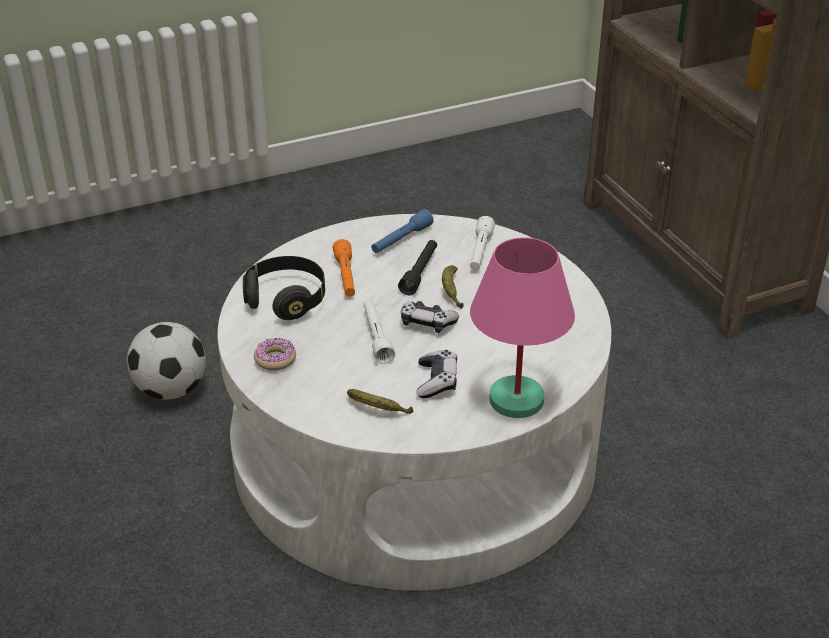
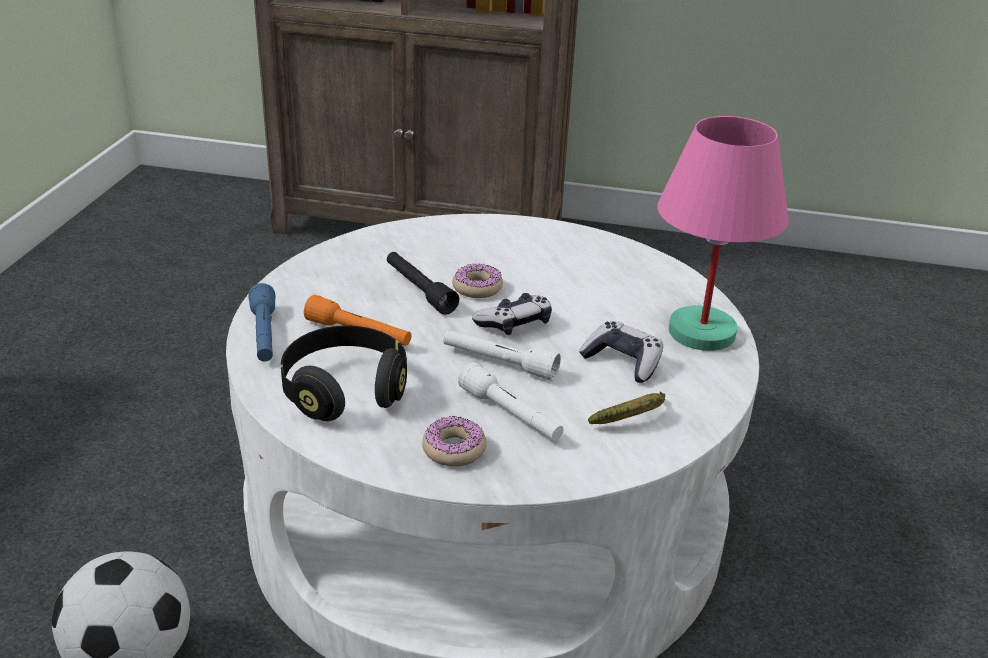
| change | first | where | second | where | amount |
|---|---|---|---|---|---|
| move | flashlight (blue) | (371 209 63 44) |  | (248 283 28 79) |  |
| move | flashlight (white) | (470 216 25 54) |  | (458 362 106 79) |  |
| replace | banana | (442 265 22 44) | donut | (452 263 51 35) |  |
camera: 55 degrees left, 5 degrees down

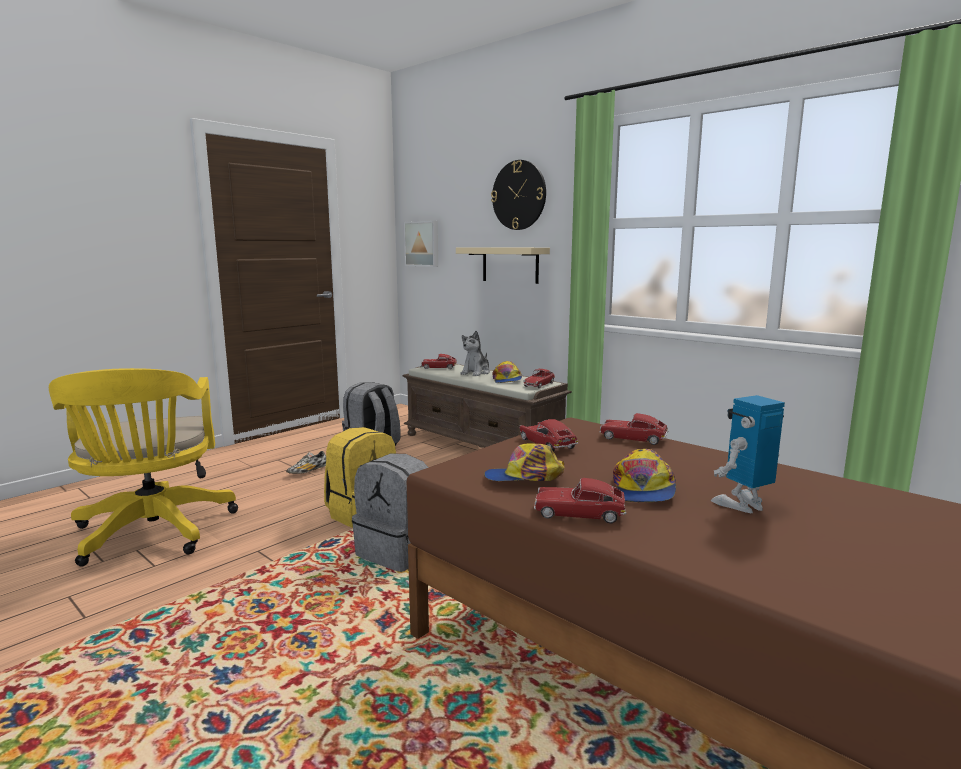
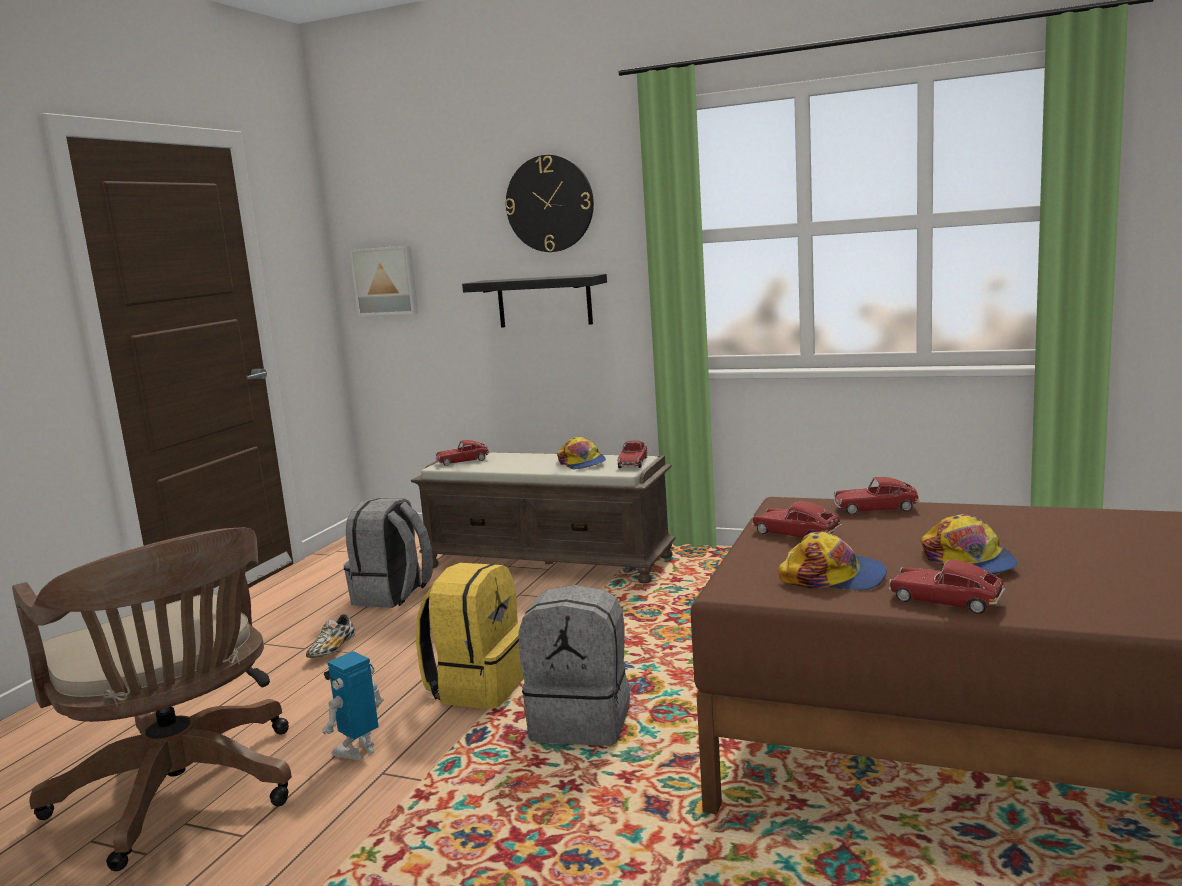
| change | first | where | second | where | amount |
|---|---|---|---|---|---|
| delete | plush toy | (460 331 30 45) |  |  |  |
| move | toy robot | (711 395 74 118) |  | (322 651 62 109) |  |
| recolor | office chair (yellow) | (49 368 189 198) | office chair (brown) | (12 527 280 344) |  |
| recolor | shelf (beige) | (456 248 94 36) | shelf (black) | (462 274 145 54) |  |
| rotate | cap | (484 443 81 38) |  | (778 531 109 60) | 135 degrees counterclockwise |
| rotate | toy car | (534 478 92 45) |  | (889 559 116 55) | 45 degrees clockwise |
camera: 20 degrees left, 0 degrees up

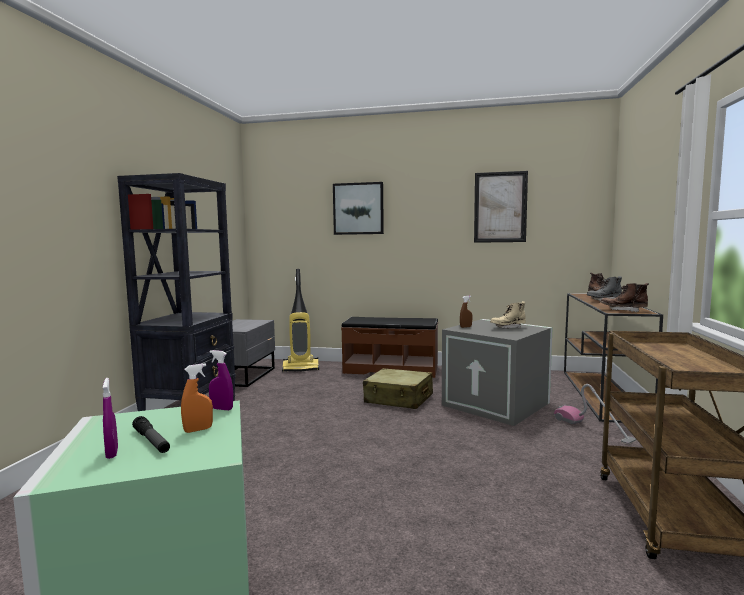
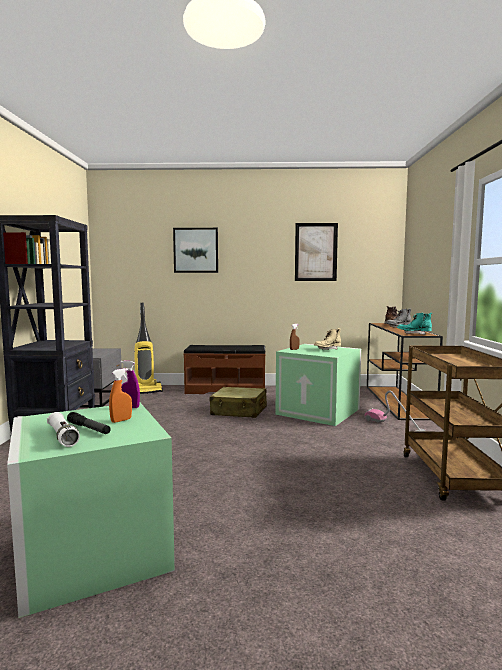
| change | first | where | second | where | amount |
|---|---|---|---|---|---|
| replace | spray bottle (purple) | (103 378 15 81) | flashlight (white) | (47 412 33 35) |  |
| recolor | storage box (grey) | (442 319 111 107) | storage box (green) | (276 344 85 82) |  |
| recolor | boot (brown) | (600 283 49 29) | boot (turquoise) | (397 313 35 22) |  |
camera: 10 degrees left, 0 degrees up

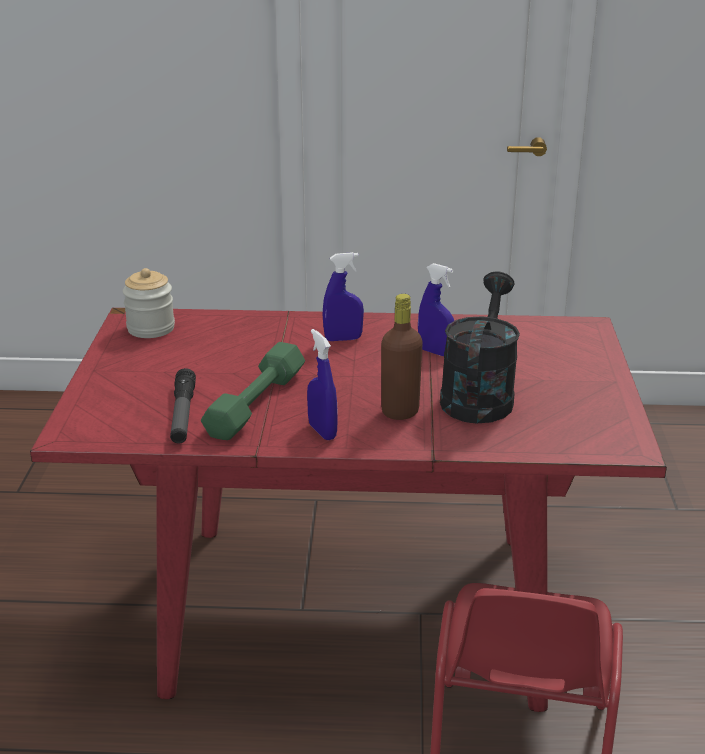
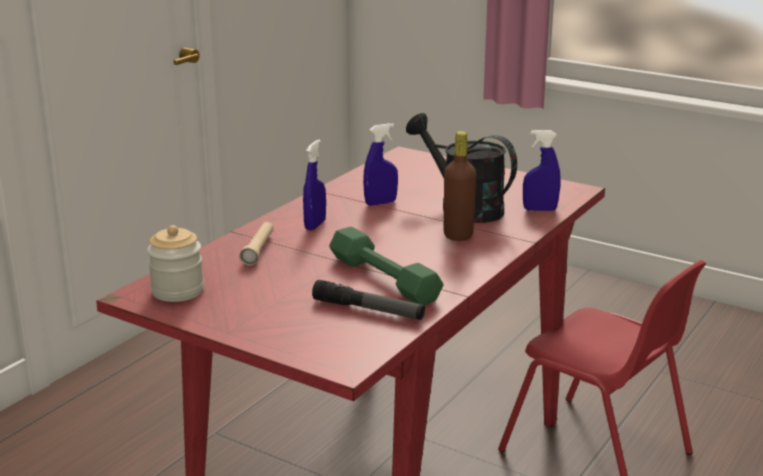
| change | first | where | second | where | amount |
|---|---|---|---|---|---|
| insert |  |  | flashlight (beige) | (239 222 35 44) |  |
| move | spray bottle (blue) | (307 329 31 111) |  | (523 130 37 81) |  |
camera: 60 degrees left, 5 degrees down

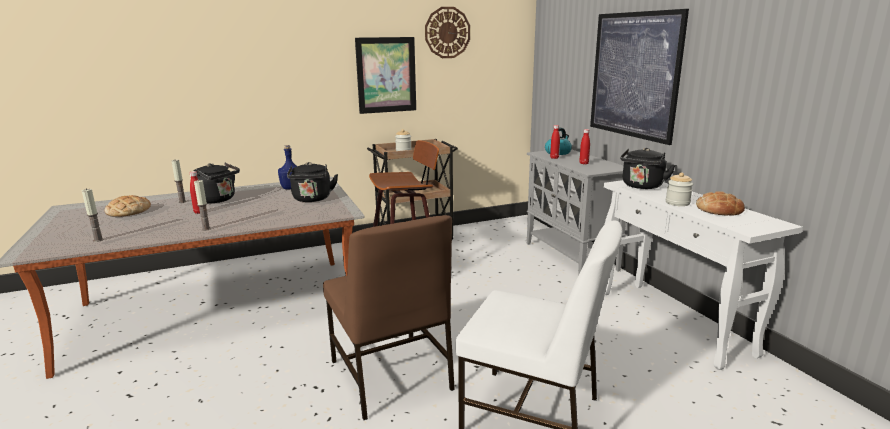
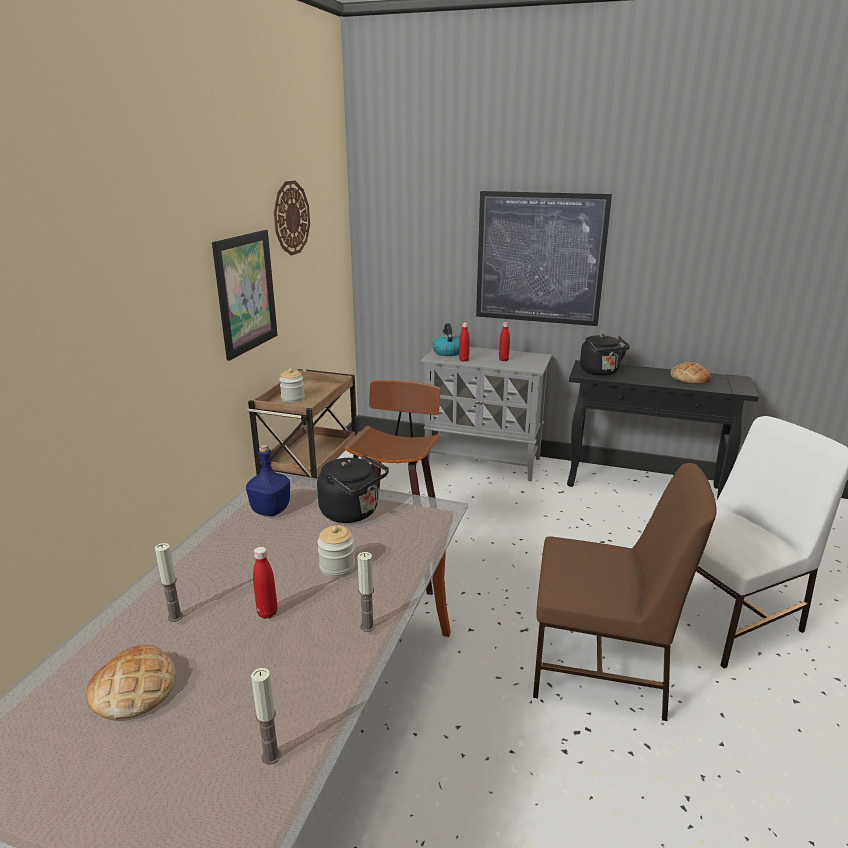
| change | first | where | second | where | amount |
|---|---|---|---|---|---|
| delete | kettle (black) | (194 162 46 41) |  |  |  |
| move | jar | (666 172 27 34) |  | (317 525 38 53) |  |
| recolor | console table (white) | (604 180 199 190) | console table (black) | (567 360 192 139) |  |
camera: 50 degrees left, 5 degrees up

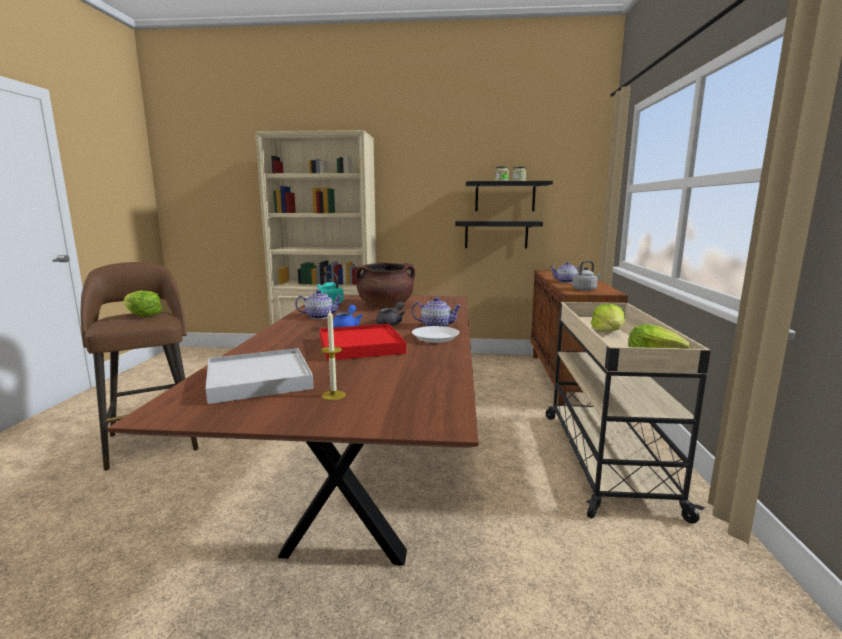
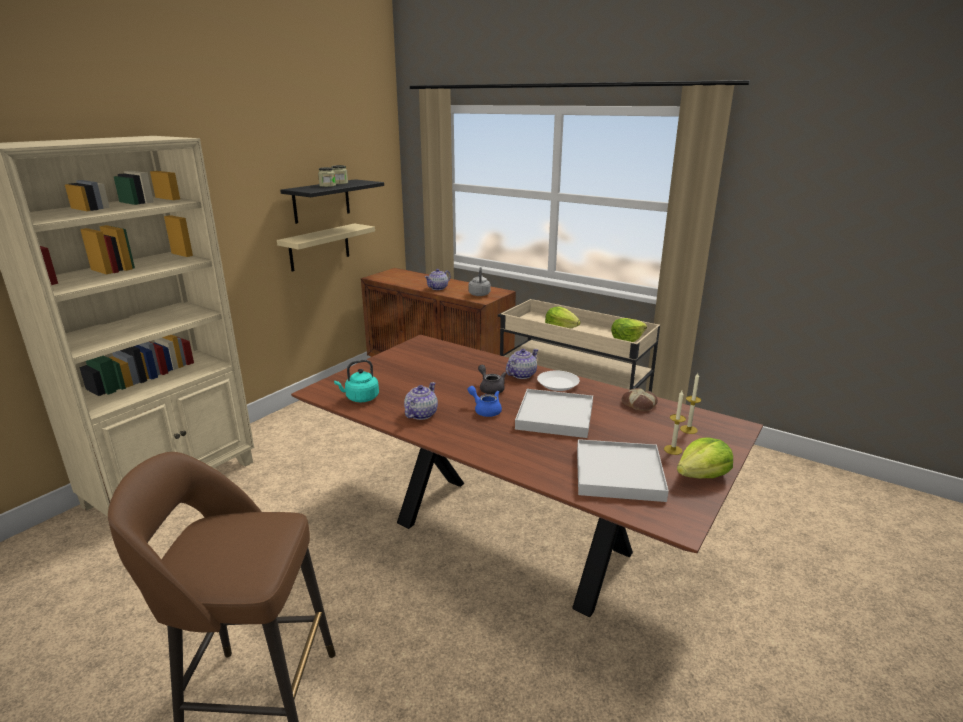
| change | first | where | second | where | amount |
|---|---|---|---|---|---|
| delete | cooking pot (brown) | (355 263 60 43) |  |  |  |
| insert |  |  | bread | (622 388 36 23) |  |
| insert |  |  | candle | (680 373 21 61) |  |
| move | lettuce | (123 291 39 26) |  | (677 437 56 42) |  |
| recolor | tray (red) | (320 324 86 37) | tray (white) | (515 389 78 49) |  |
| recolor | shelf (black) | (455 221 88 28) | shelf (beige) | (277 223 98 49) |  |
camera: 60 degrees left, 10 degrees up

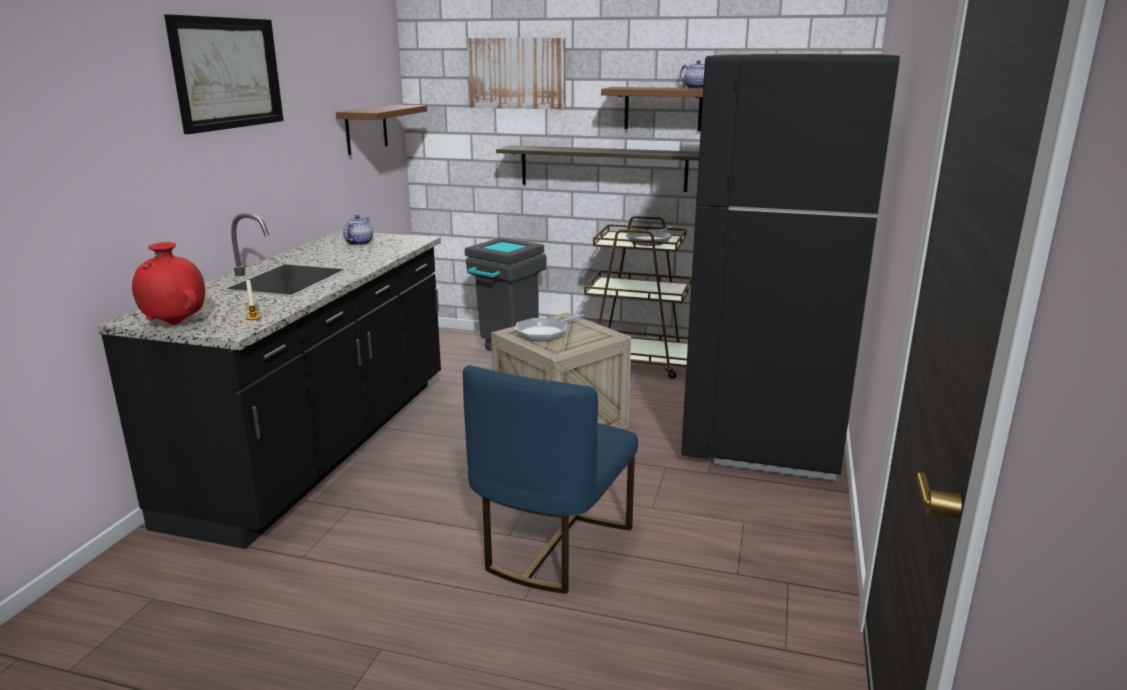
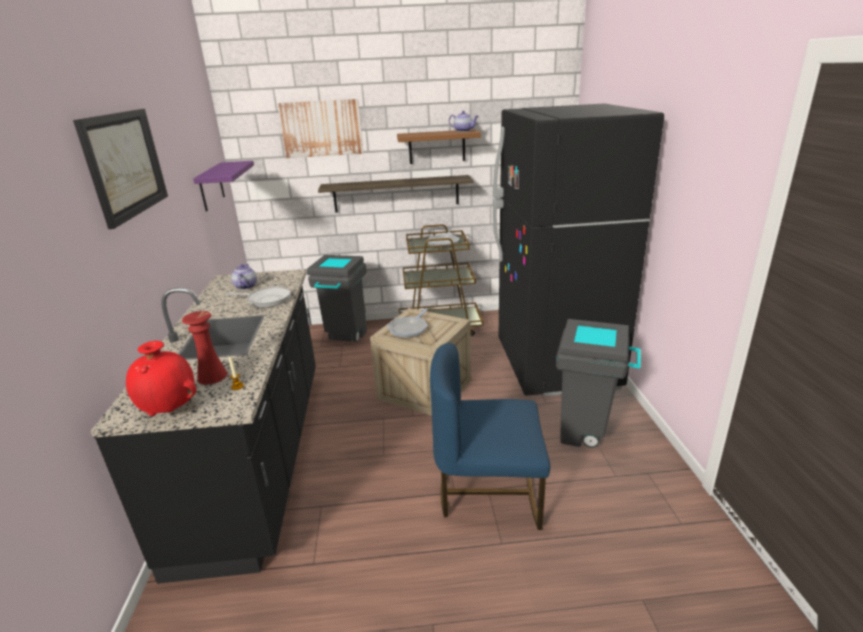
| change | first | where | second | where | amount |
|---|---|---|---|---|---|
| insert |  |  | vase (red) | (182 311 46 74) |  |
| insert |  |  | frying pan | (227 287 64 21) |  |
| insert |  |  | trash can (grey) | (556 319 85 129) |  |
| recolor | shelf (brown) | (336 105 91 50) | shelf (purple) | (193 161 61 50) |  |
| rotate | chair (blue) | (463 365 175 229) |  | (430 343 120 187) | 90 degrees clockwise |
camera: 20 degrees left, 5 degrees up

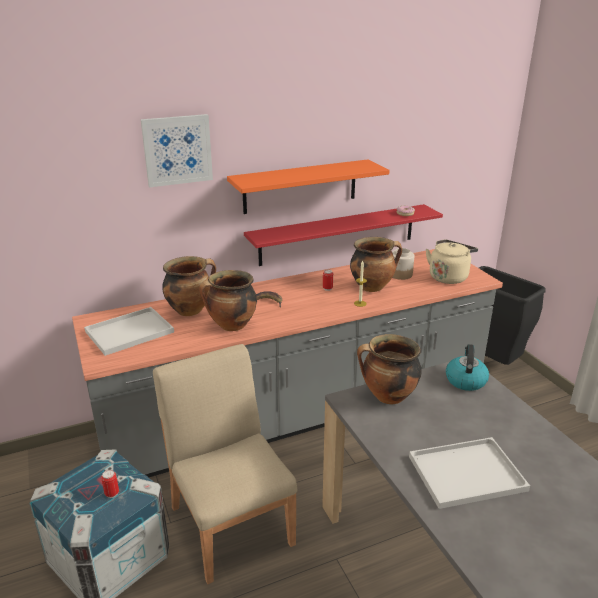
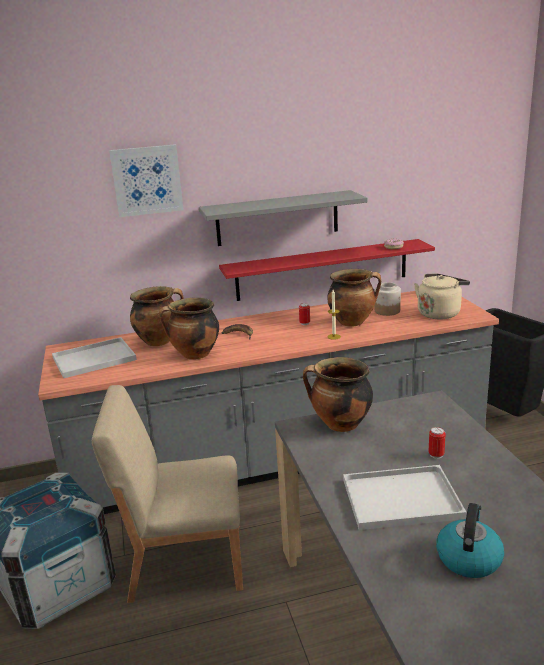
| change | first | where | second | where | amount |
|---|---|---|---|---|---|
| move | can | (101 470 18 28) |  | (429 427 17 32) |  |
| move | kettle | (446 344 43 47) |  | (436 503 68 75) |  |
| recolor | shelf (orange) | (227 159 163 55) | shelf (grey) | (199 190 168 56) |  |
| rotate | chair (beige) | (153 344 144 240) |  | (92 385 151 218) | 75 degrees counterclockwise |
camera: 10 degrees right, 5 degrees down

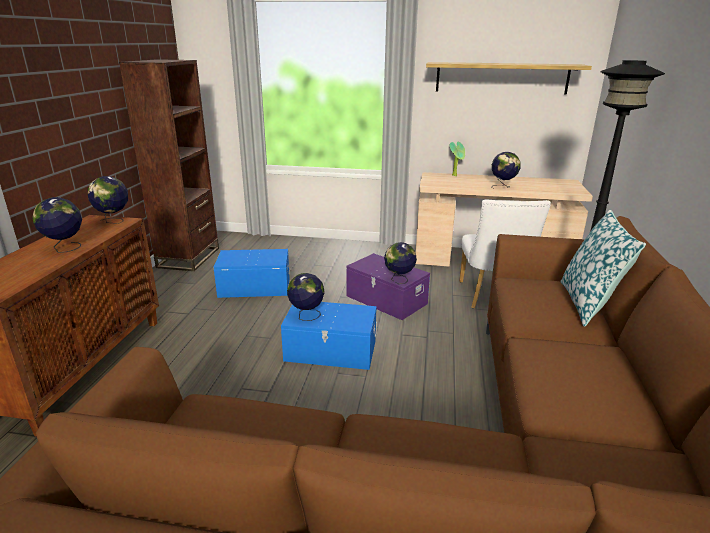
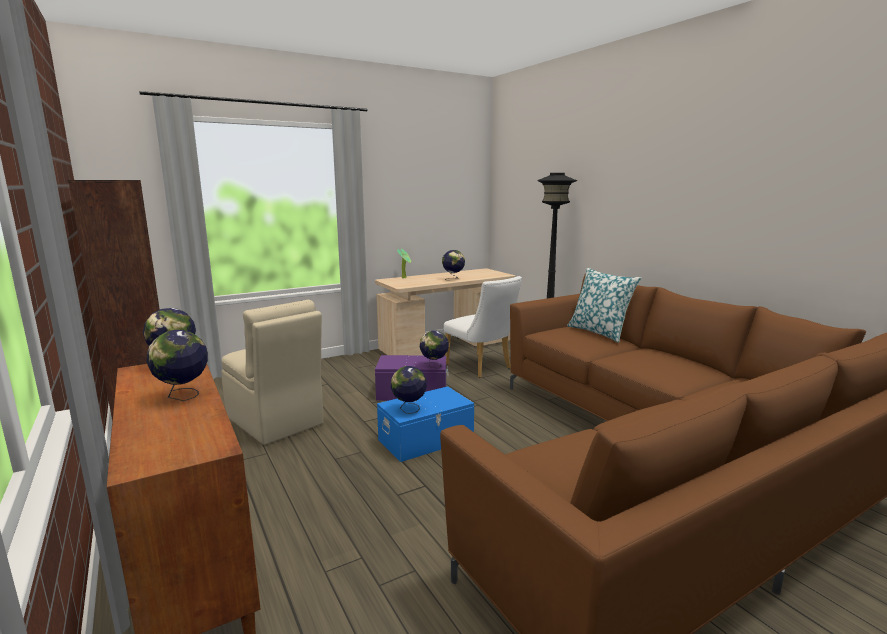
| change | first | where | second | where | amount |
|---|---|---|---|---|---|
| delete | shelf | (426 62 166 32) |  |  |  |
| replace | storage box (blue) | (214 249 76 49) | chair (beige) | (221 300 103 145) |  |
camera: 40 degrees left, 10 degrees down

